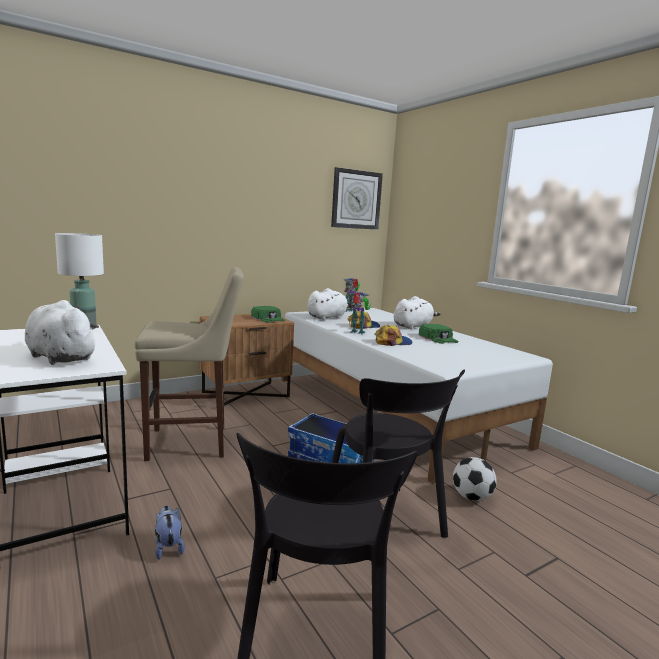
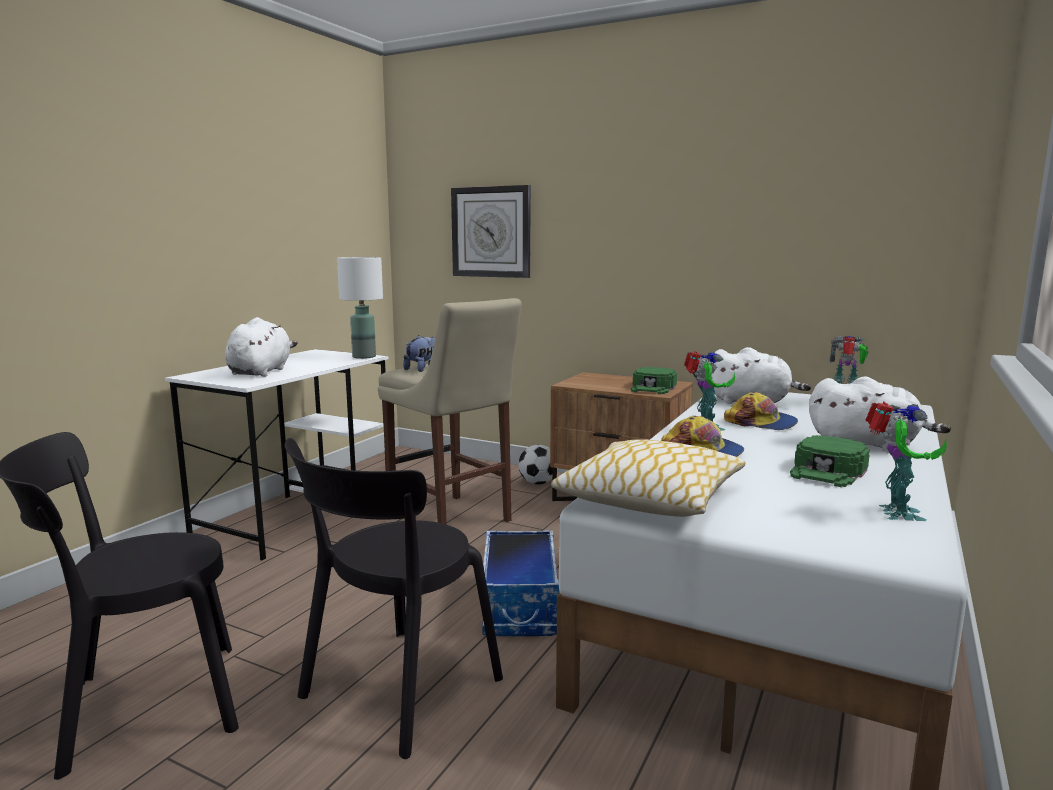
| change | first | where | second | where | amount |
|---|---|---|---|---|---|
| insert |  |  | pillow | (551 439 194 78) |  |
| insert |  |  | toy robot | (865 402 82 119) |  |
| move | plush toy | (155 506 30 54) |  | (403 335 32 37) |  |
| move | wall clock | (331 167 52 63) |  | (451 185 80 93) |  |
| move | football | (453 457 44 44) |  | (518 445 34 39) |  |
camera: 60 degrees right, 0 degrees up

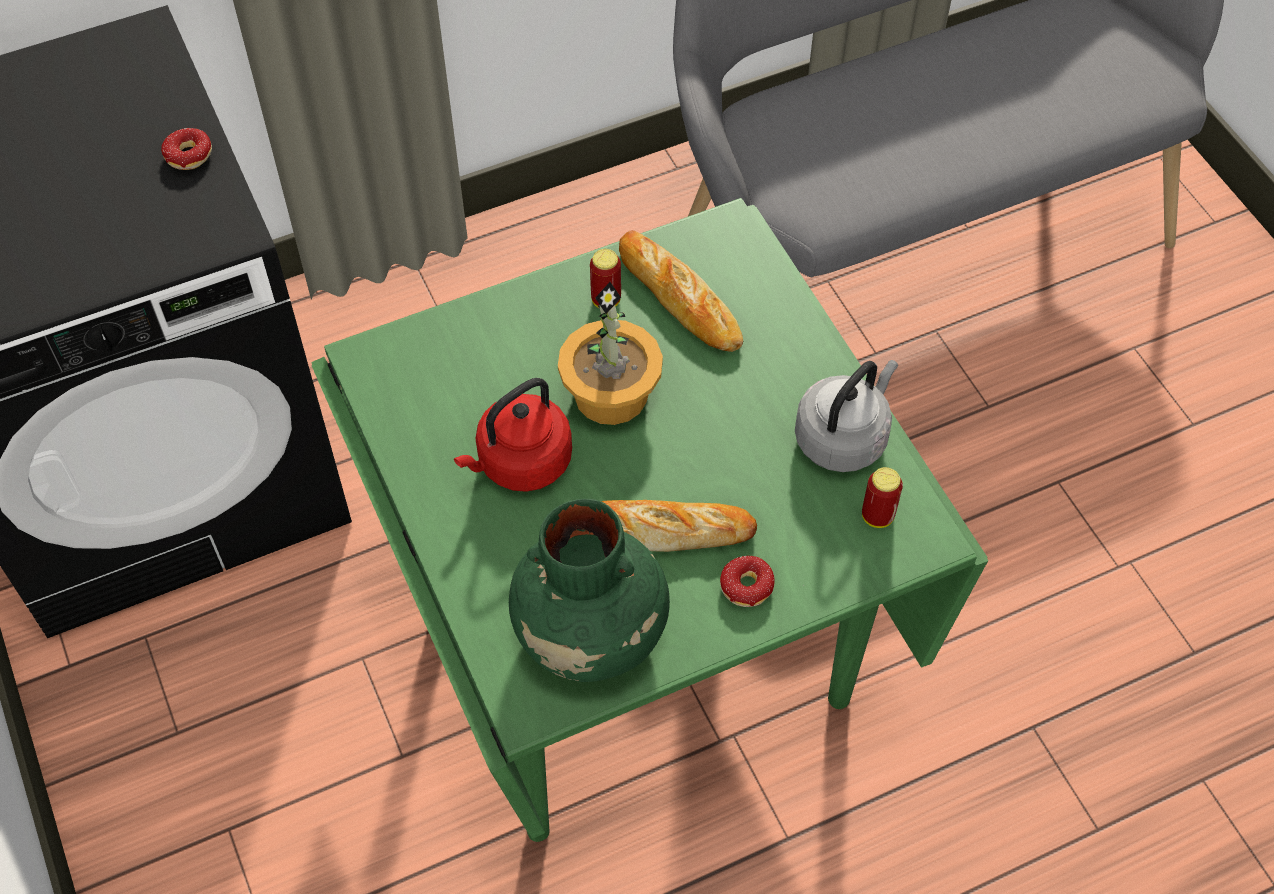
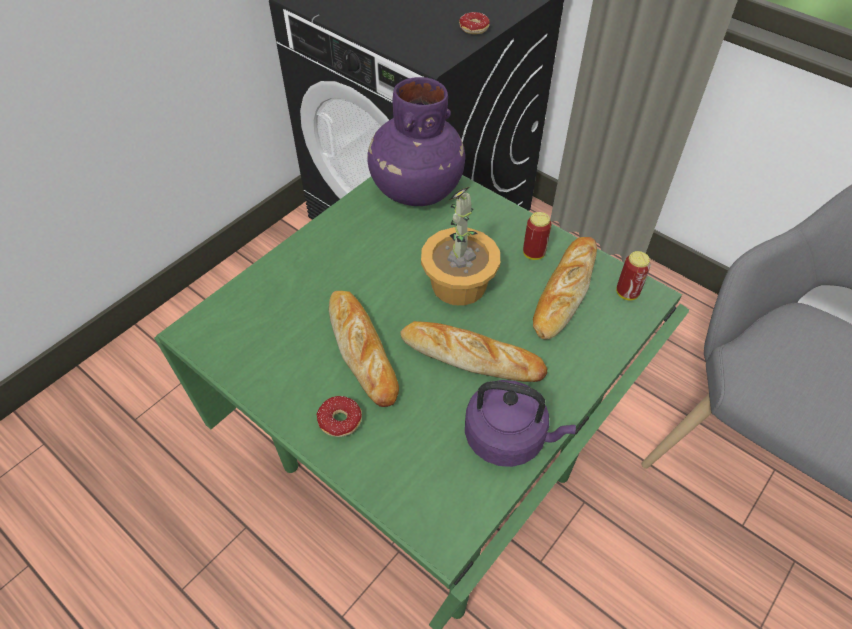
| change | first | where | second | where | amount |
|---|---|---|---|---|---|
| delete | kettle (red) | (454 378 118 114) |  |  |  |
| delete | vase (green) | (509 499 161 183) |  |  |  |
| insert |  |  | vase (purple) | (367 77 98 129) |  |
| insert |  |  | bread | (400 321 147 61) |  |
| move | can | (862 467 41 61) |  | (616 251 35 49) |  |
| recolor | kettle (grey) | (795 360 103 112) | kettle (purple) | (465 380 111 87) |  |
camera: 65 degrees right, 5 degrees down

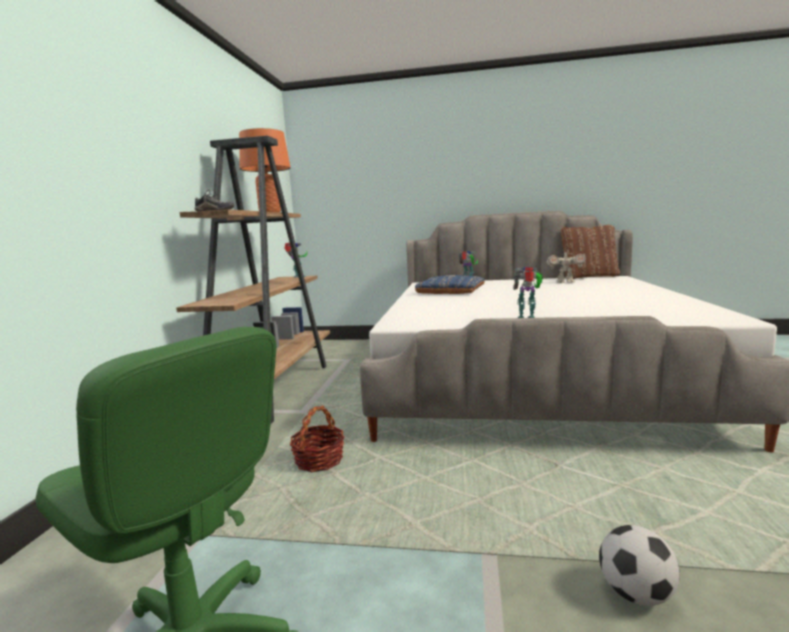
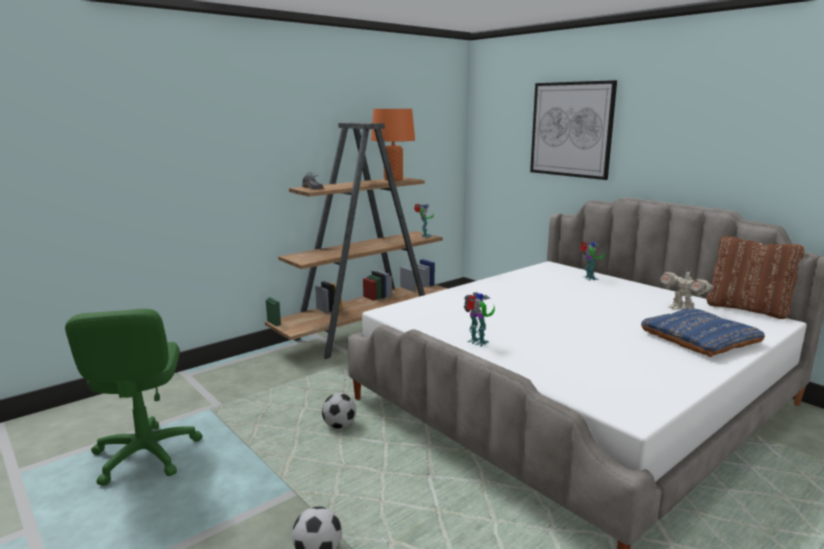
| change | first | where | second | where | amount |
|---|---|---|---|---|---|
| delete | basket | (290 405 54 67) |  |  |  |
| insert |  |  | football | (322 393 34 36) |  |
| insert |  |  | picture | (530 80 87 100) |  |
| move | pillow (blue) | (415 275 69 19) |  | (641 308 124 49) |  |
camera: 40 degrees right, 5 degrees up

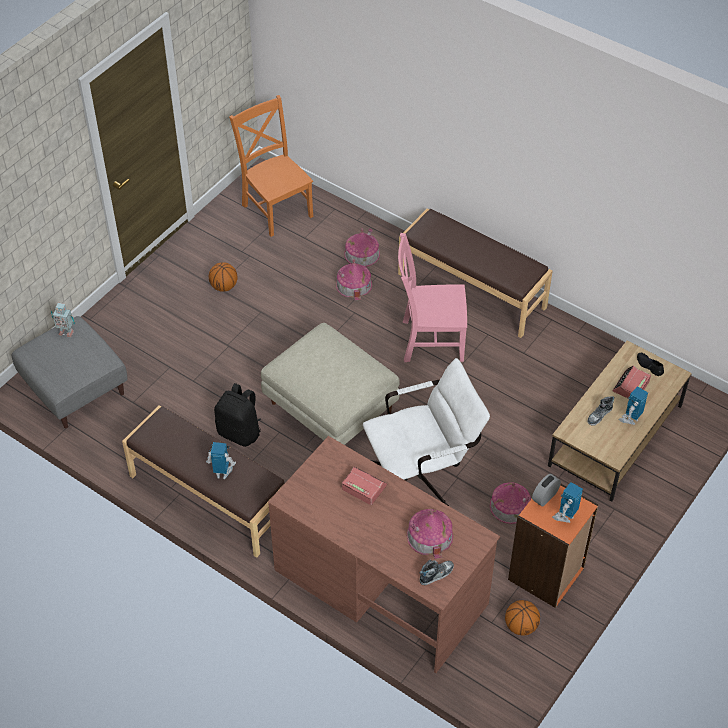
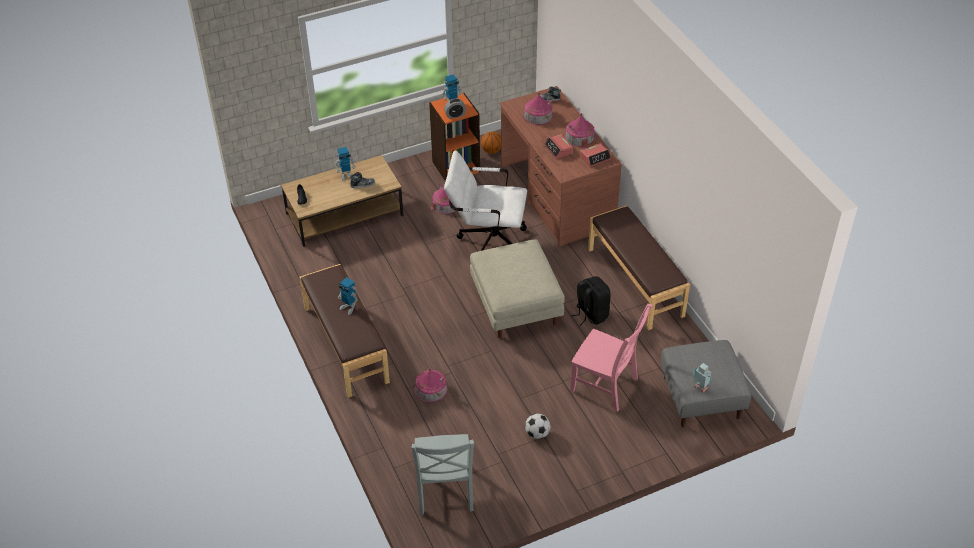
| change | first | where | second | where | amount |
|---|---|---|---|---|---|
| move | toy robot | (206 442 30 37) |  | (338 277 20 38) |  |
| move | toy house | (344 228 36 39) |  | (565 113 30 35) |  |
| move | chair (pink) | (398 233 69 129) |  | (570 304 82 108) |  |
| move | alarm clock | (612 365 39 33) |  | (580 143 31 24) |  |
| replace | basketball | (209 262 28 30) | football | (525 414 25 25) |  |
| recolor | chair (orange) | (229 95 84 142) | chair (grey) | (411 434 63 81) |  |
camera: 150 degrees left, 5 degrees down

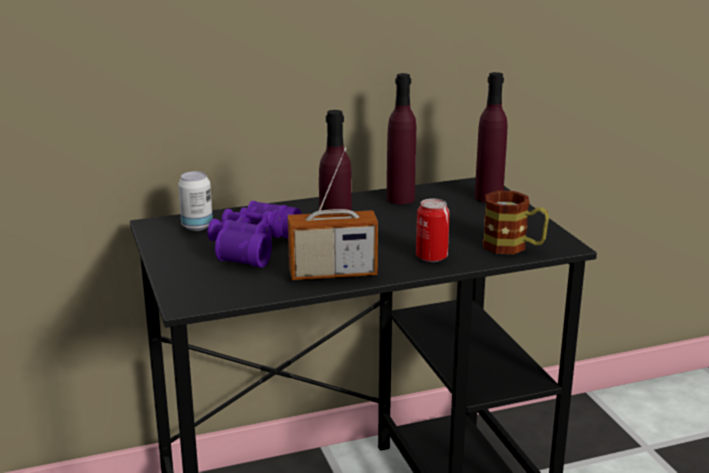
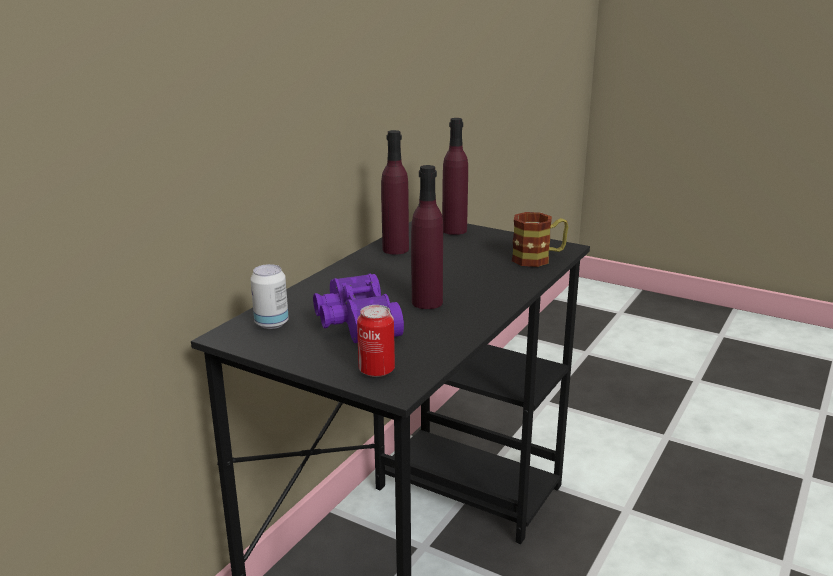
| change | first | where | second | where | amount |
|---|---|---|---|---|---|
| delete | radio | (288 147 90 133) |  |  |  |
| move | can | (416 198 34 64) |  | (357 305 38 72) |  |
camera: 40 degrees left, 0 degrees up

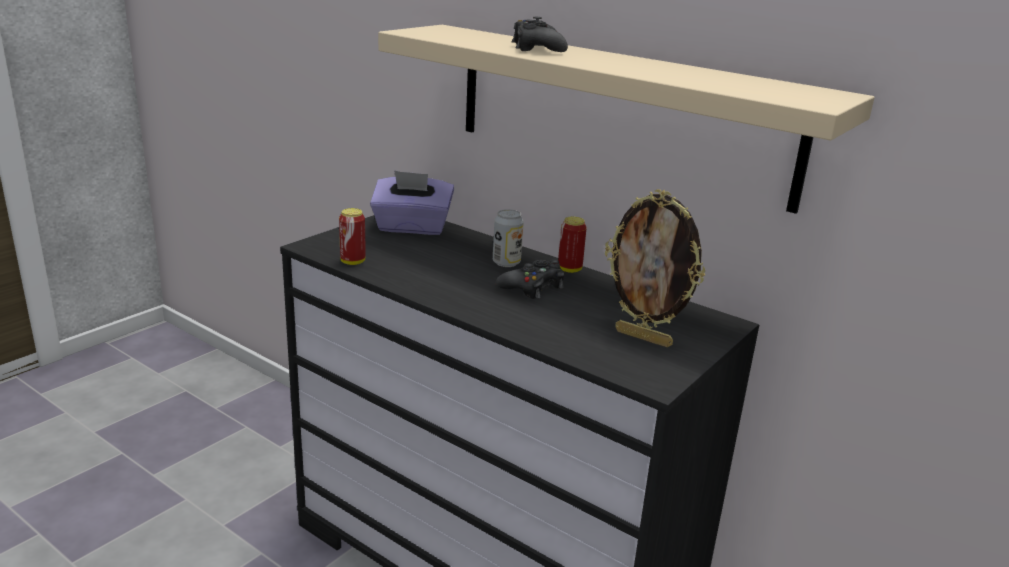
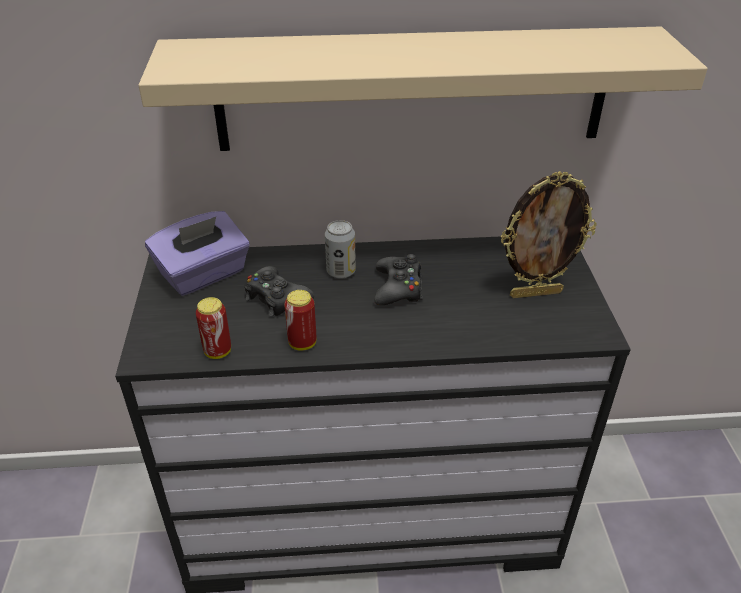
| change | first | where | second | where | amount |
|---|---|---|---|---|---|
| move | game controller (black) | (512 17 56 35) |  | (244 266 70 51) |  |
| move | can | (558 217 29 56) |  | (284 290 33 61) |  |
camera: 40 degrees left, 15 degrees up

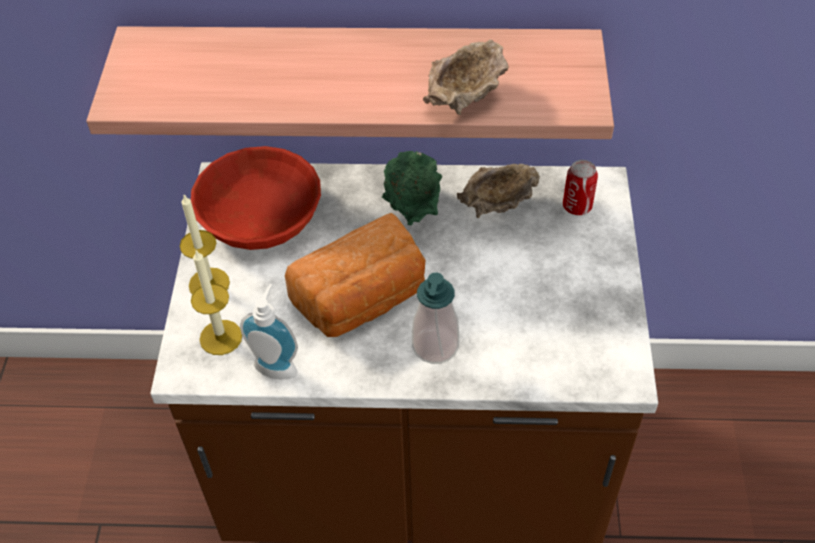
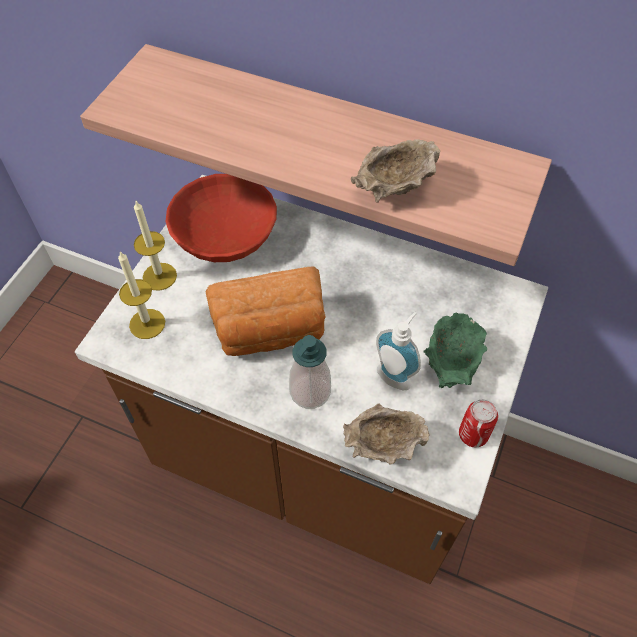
| change | first | where | second | where | amount |
|---|---|---|---|---|---|
| move | soap dispenser | (240 284 58 95) |  | (376 312 45 78) |  |
| move | bowl (green) | (381 151 61 74) |  | (424 312 63 76) |  |
| move | bowl (beige) | (457 164 83 55) |  | (343 403 87 62) |  |
| move | can | (563 160 35 55) |  | (459 399 39 49) |  |
camera: 20 degrees right, 5 degrees up

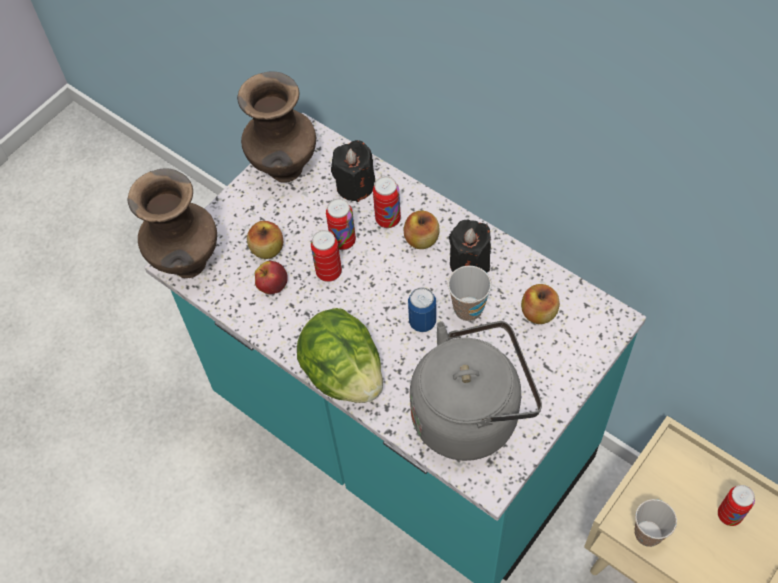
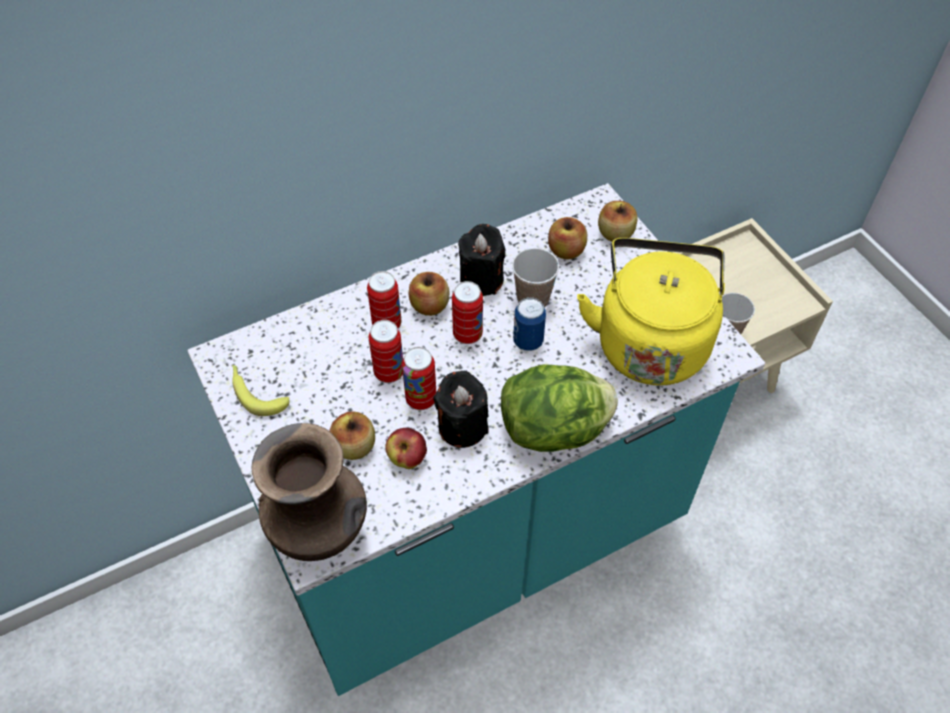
| change | first | where | second | where | amount |
|---|---|---|---|---|---|
| insert |  |  | apple | (598 201 40 41) |  |
| move | candle (black) | (331 140 44 62) |  | (434 371 55 77) |  |
| move | can | (718 485 37 41) |  | (452 281 31 63) |  |
| replace | vase (brown) | (237 72 79 111) | banana | (232 365 58 51) |  |
| recolor | kettle (grey) | (410 321 132 140) | kettle (yellow) | (577 238 148 147) |  |
camera: 70 degrees left, 5 degrees down

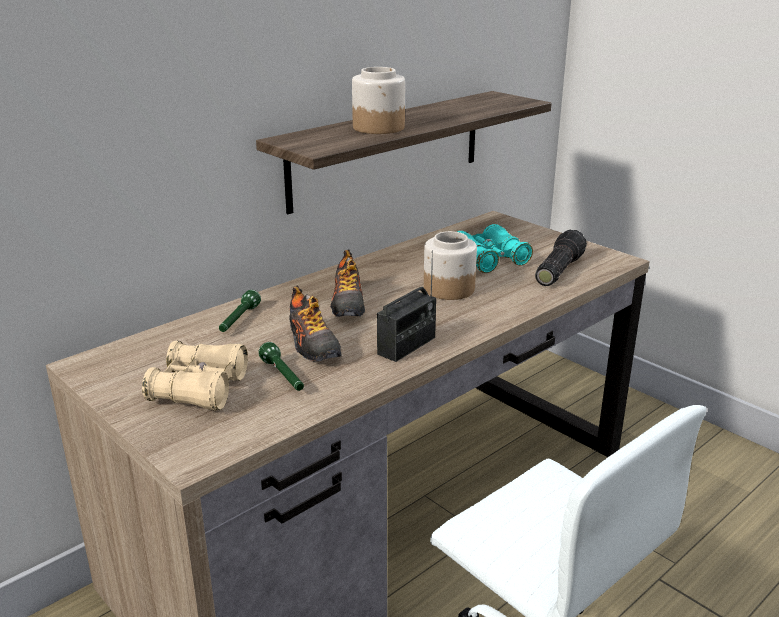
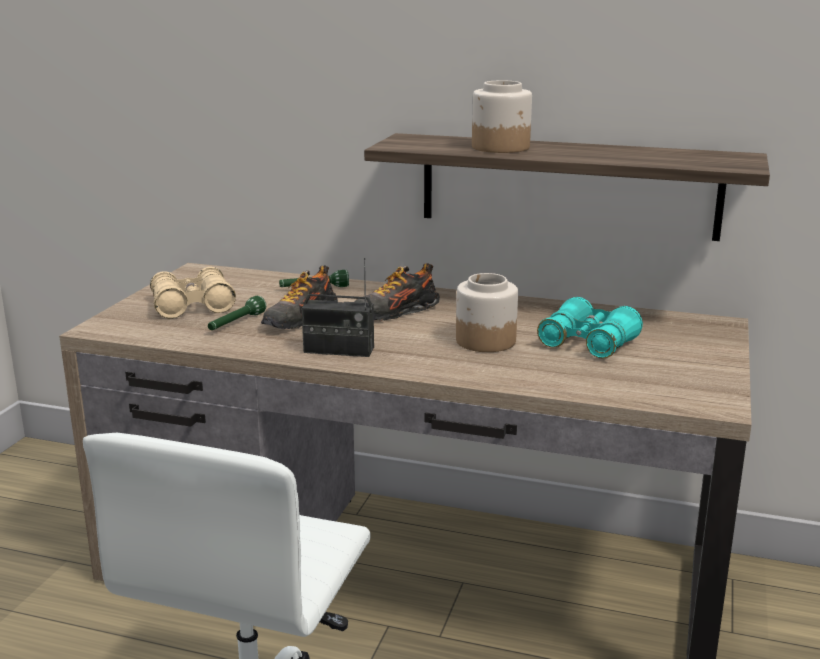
| change | first | where | second | where | amount |
|---|---|---|---|---|---|
| delete | flashlight | (535 230 52 56) |  |  |  |
camera: 60 degrees right, 5 degrees down

